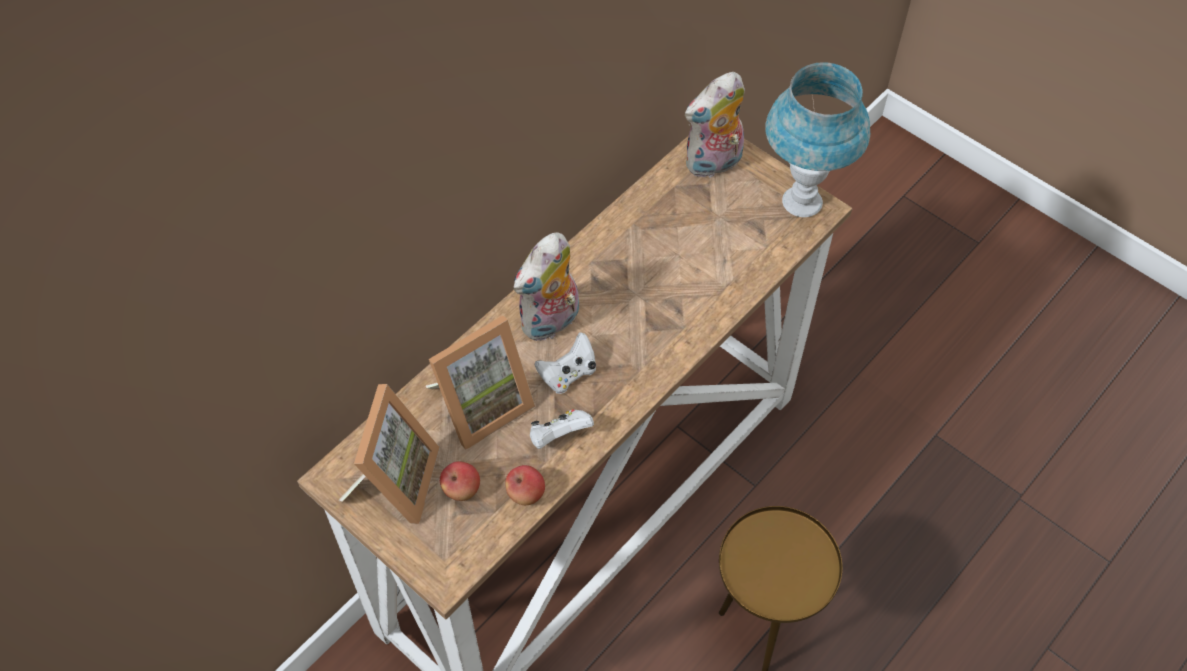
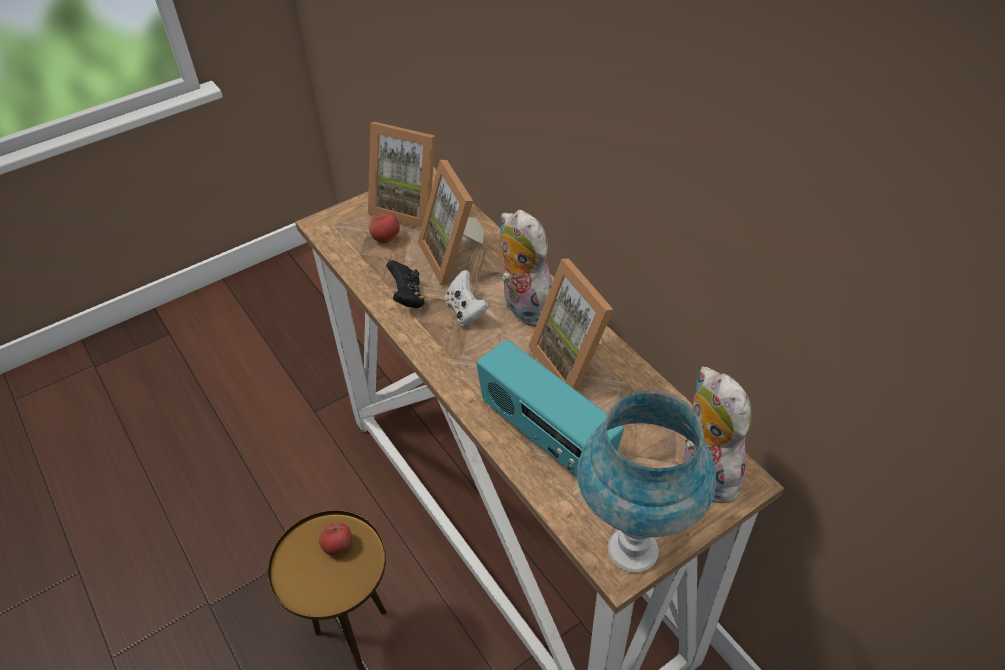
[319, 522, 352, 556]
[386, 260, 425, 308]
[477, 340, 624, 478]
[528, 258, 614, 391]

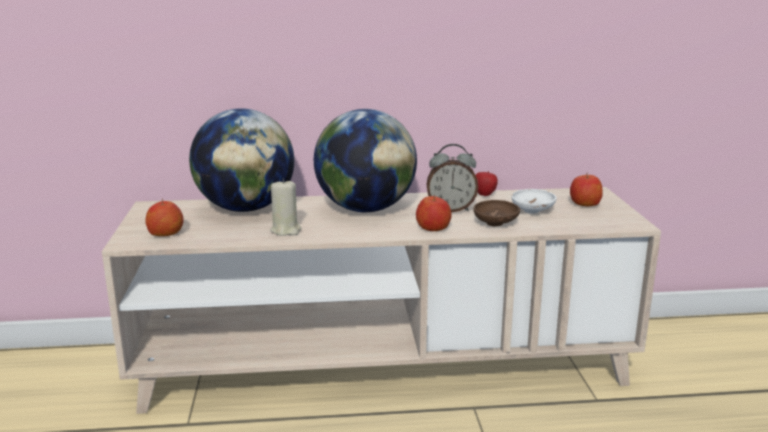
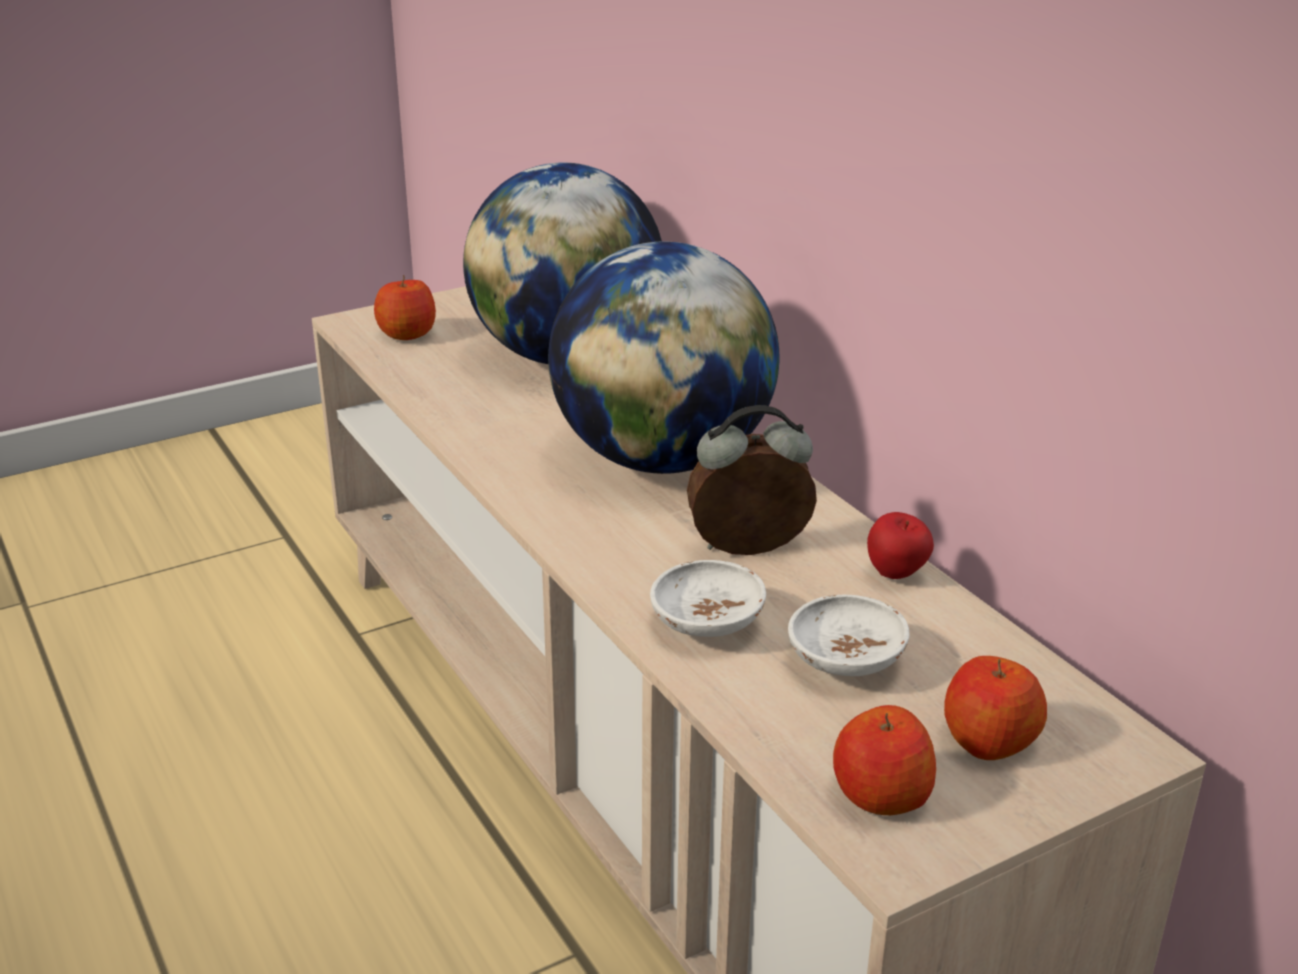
[650, 560, 766, 637]
[687, 405, 817, 555]
[833, 705, 936, 815]
[270, 178, 301, 236] (first image)

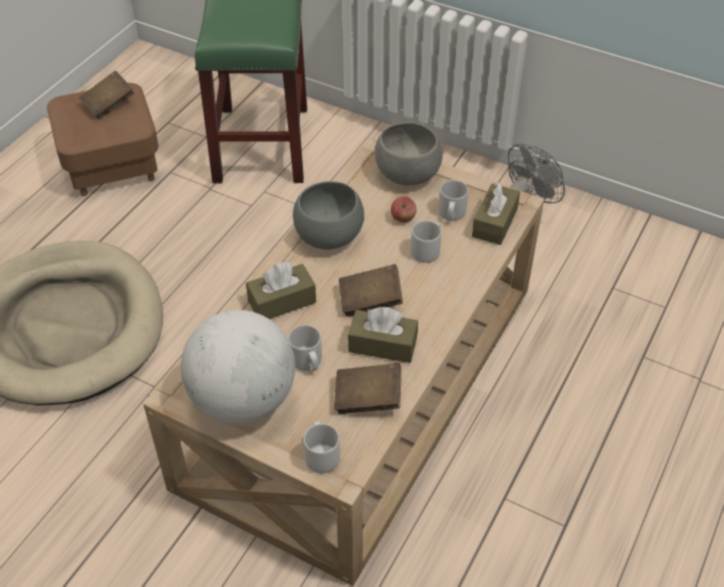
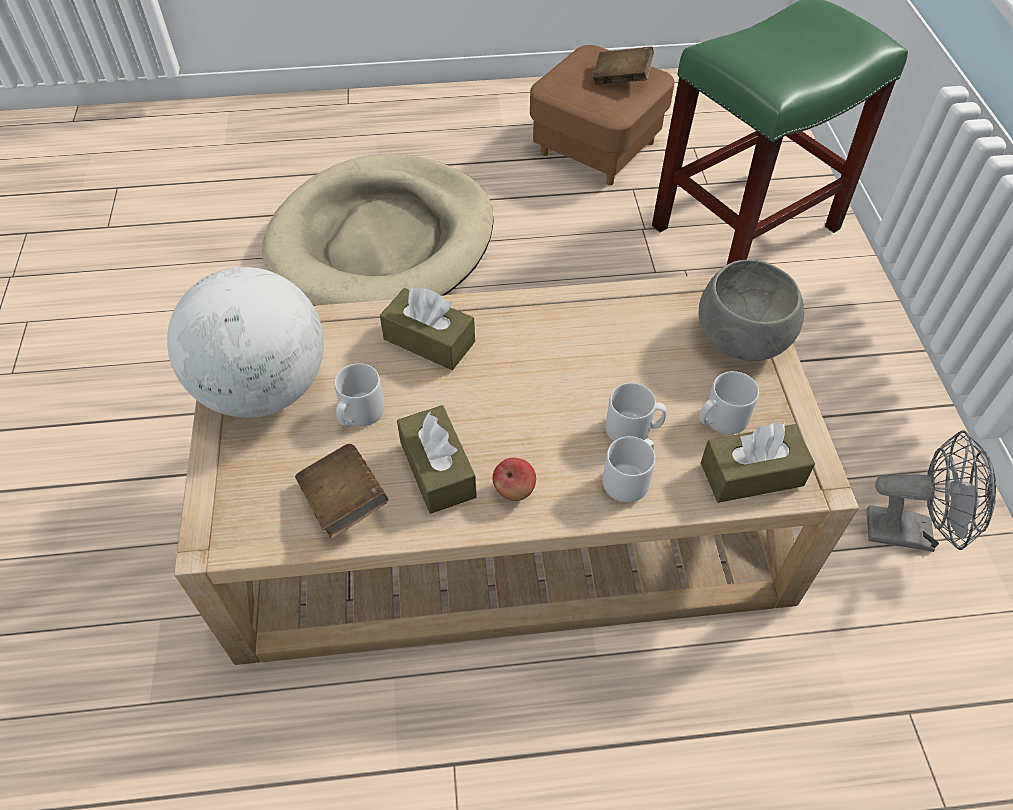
[492, 458, 536, 501]
[603, 436, 655, 503]
[293, 181, 364, 250] (first image)
[339, 264, 403, 317] (first image)

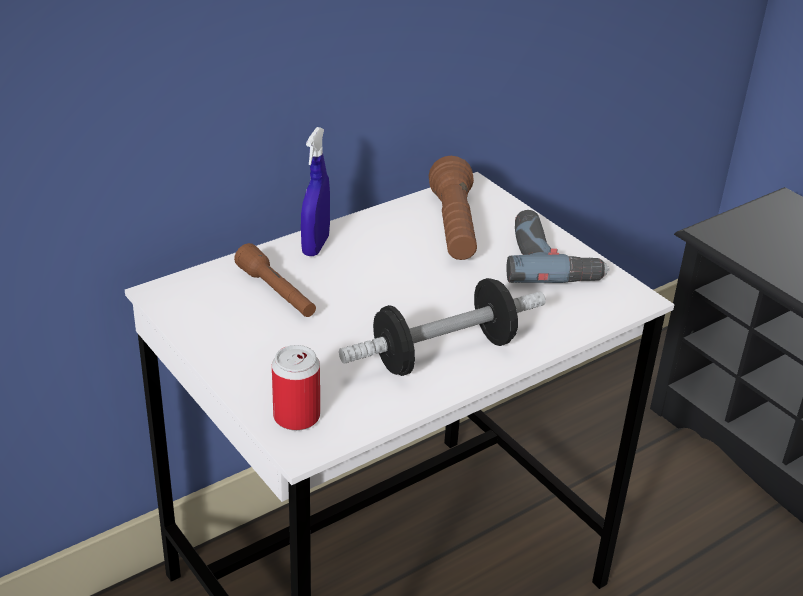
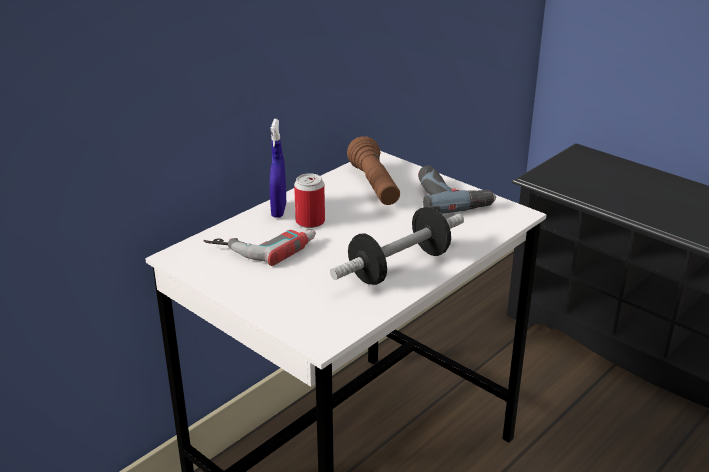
[204, 230, 316, 266]
[294, 173, 325, 228]

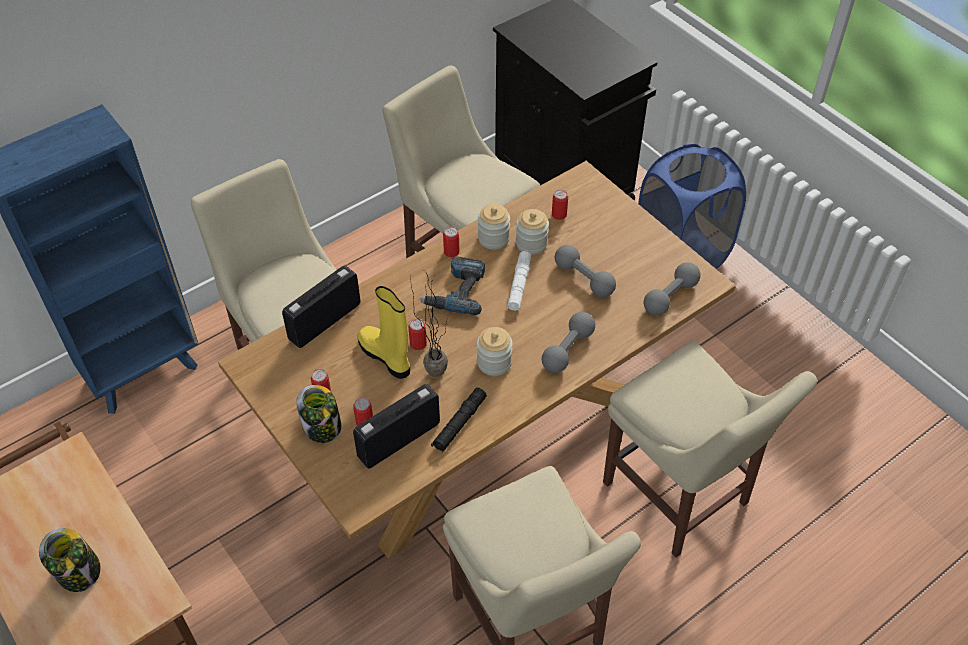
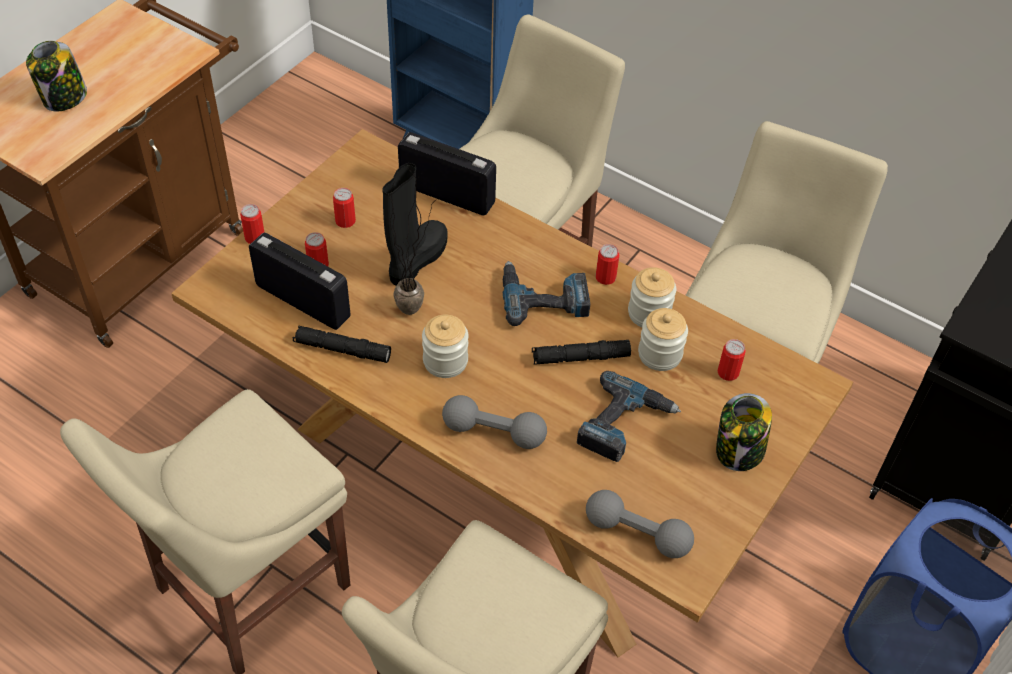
[240, 204, 265, 244]
[382, 163, 447, 285]
[532, 340, 631, 364]
[577, 371, 681, 462]
[716, 393, 772, 471]

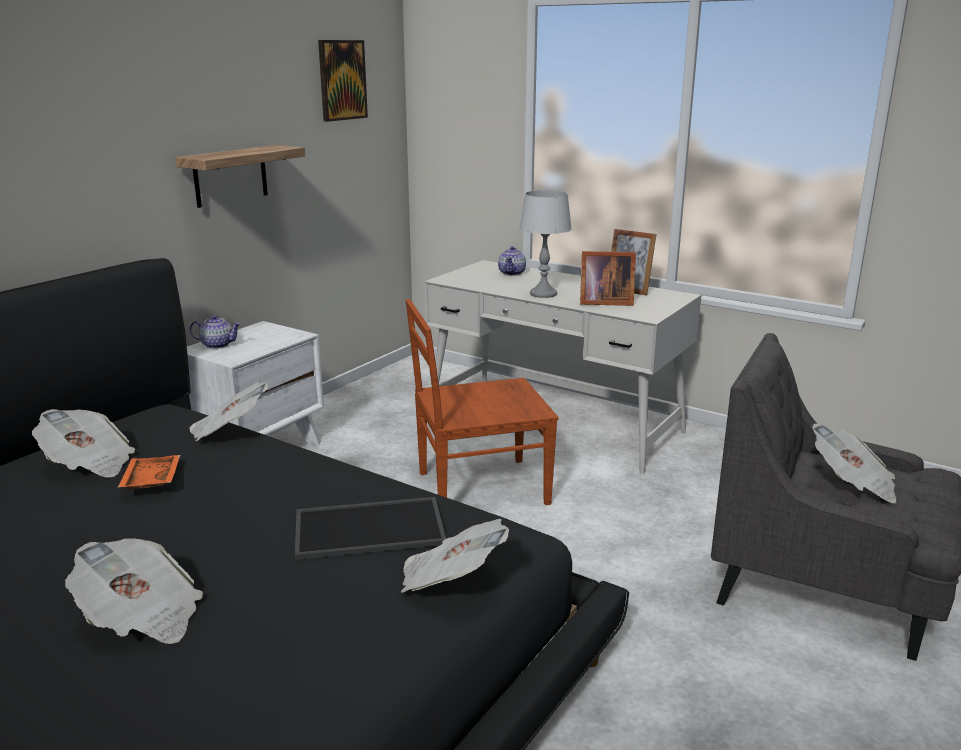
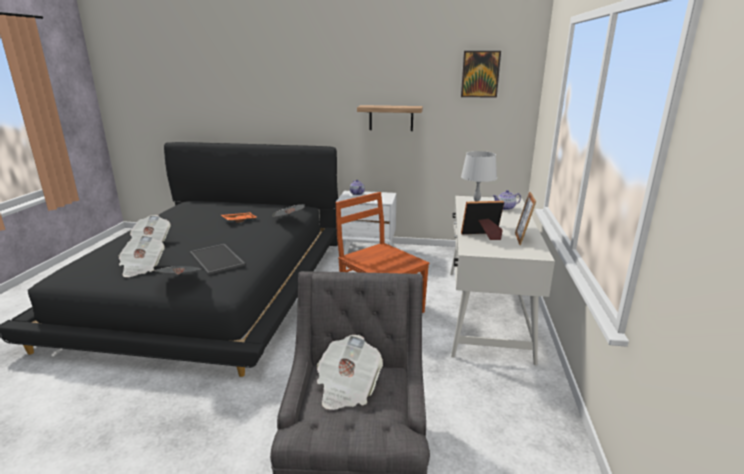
[118, 235, 165, 277]
[461, 201, 504, 240]

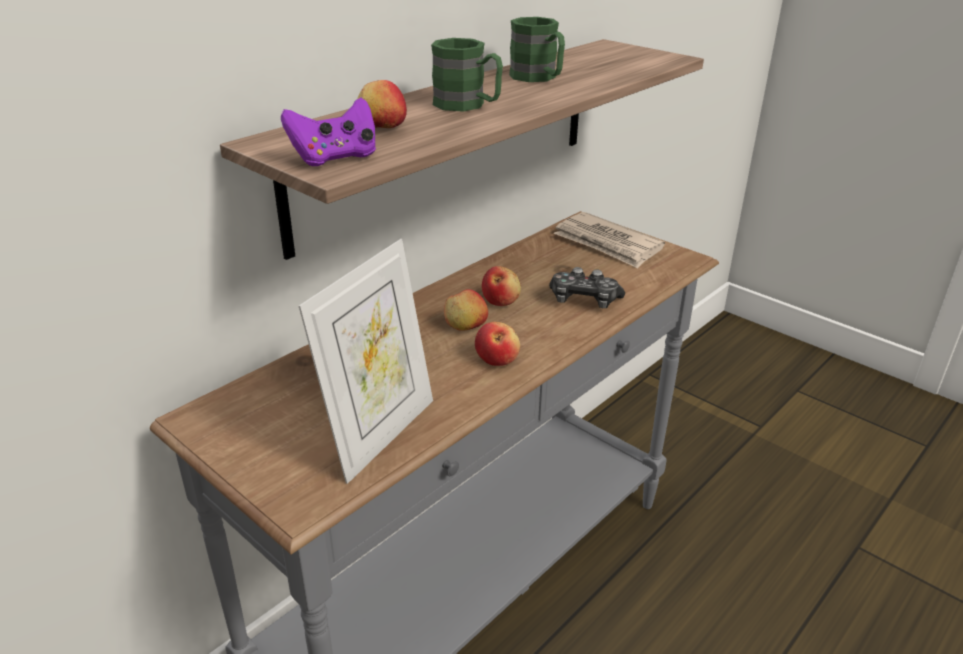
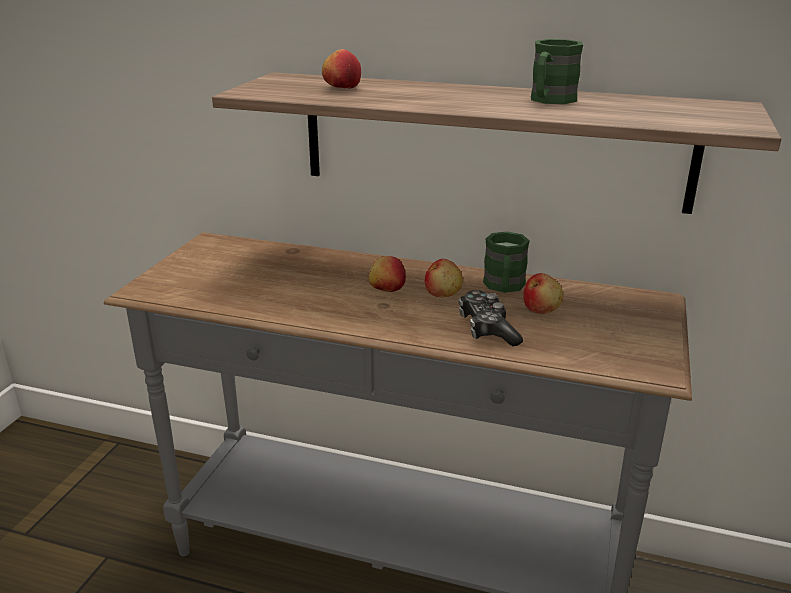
[483, 231, 530, 293]
[523, 273, 563, 314]
[281, 98, 376, 166] (first image)
[299, 239, 433, 484] (first image)
[554, 212, 665, 268] (first image)

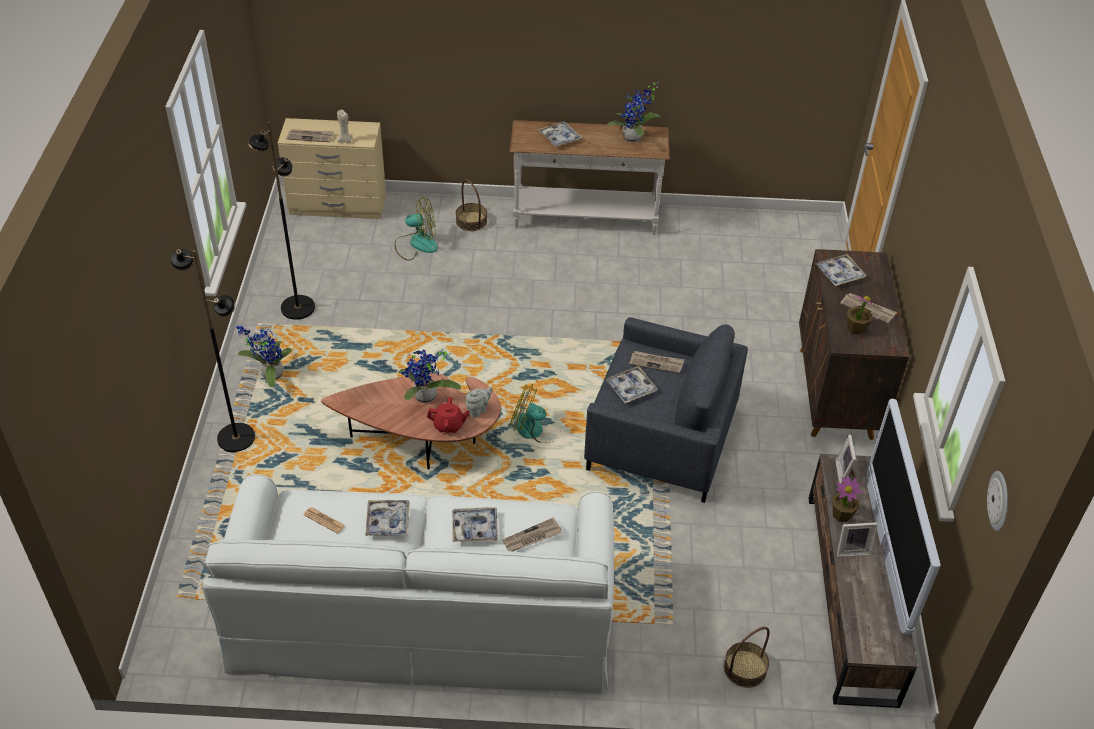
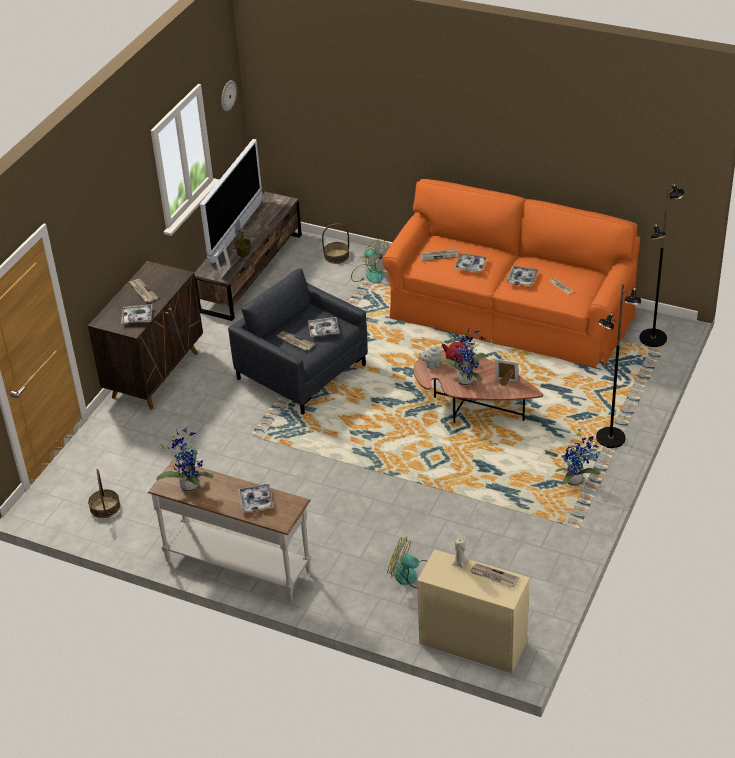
[88, 469, 120, 518]
[351, 239, 389, 283]
[382, 179, 640, 368]
[495, 358, 519, 386]
[639, 183, 685, 347]
[847, 294, 874, 335] (first image)

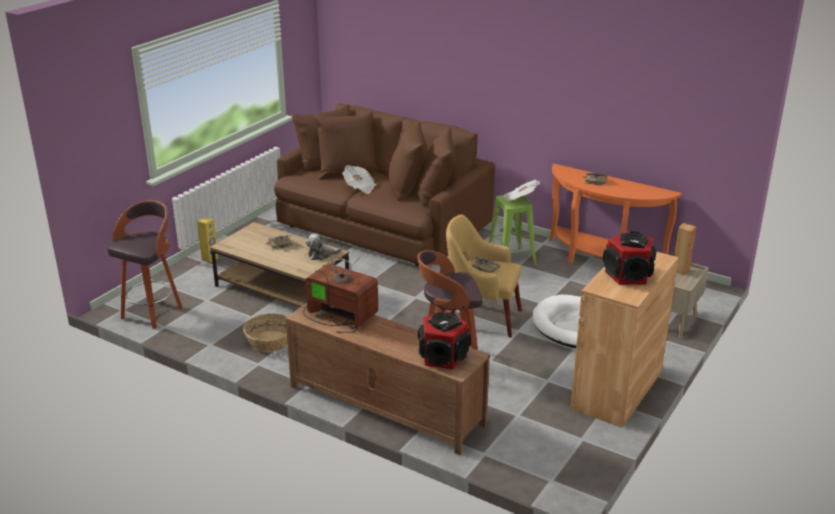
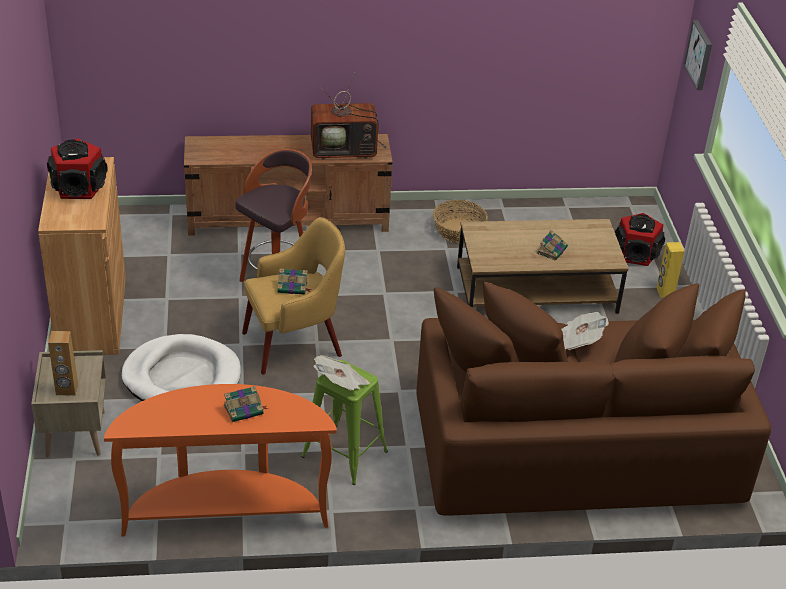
[615, 213, 665, 266]
[684, 20, 712, 90]
[107, 200, 183, 329] (first image)
[306, 234, 342, 260] (first image)

